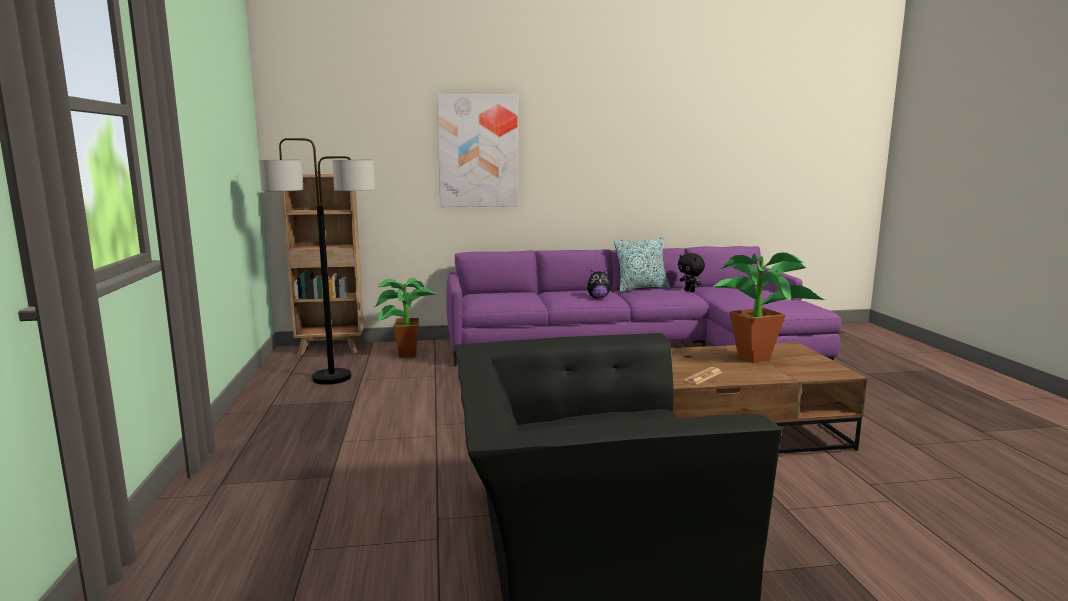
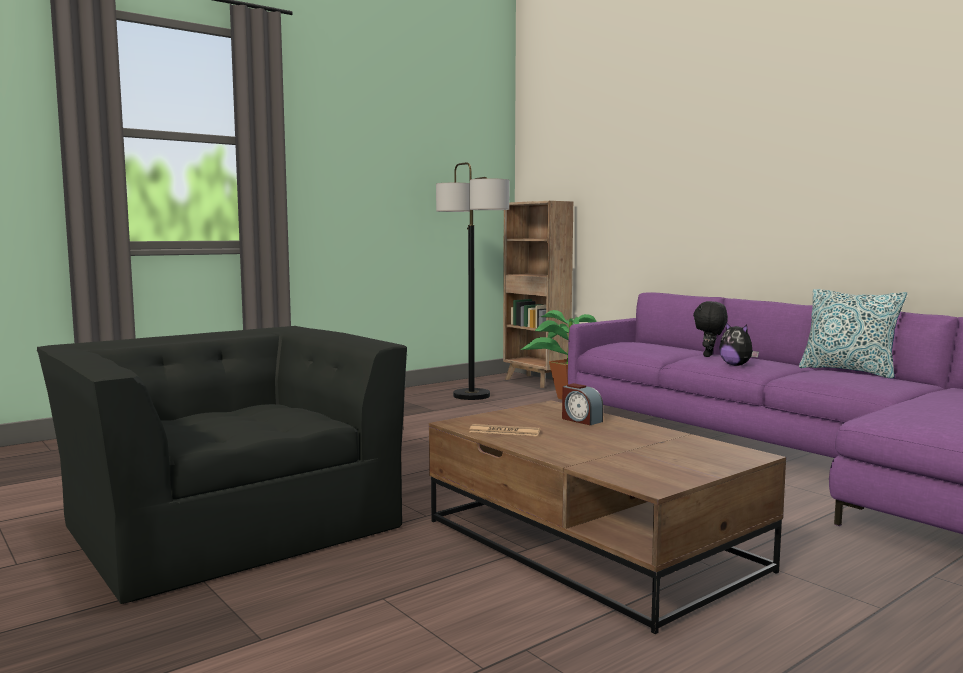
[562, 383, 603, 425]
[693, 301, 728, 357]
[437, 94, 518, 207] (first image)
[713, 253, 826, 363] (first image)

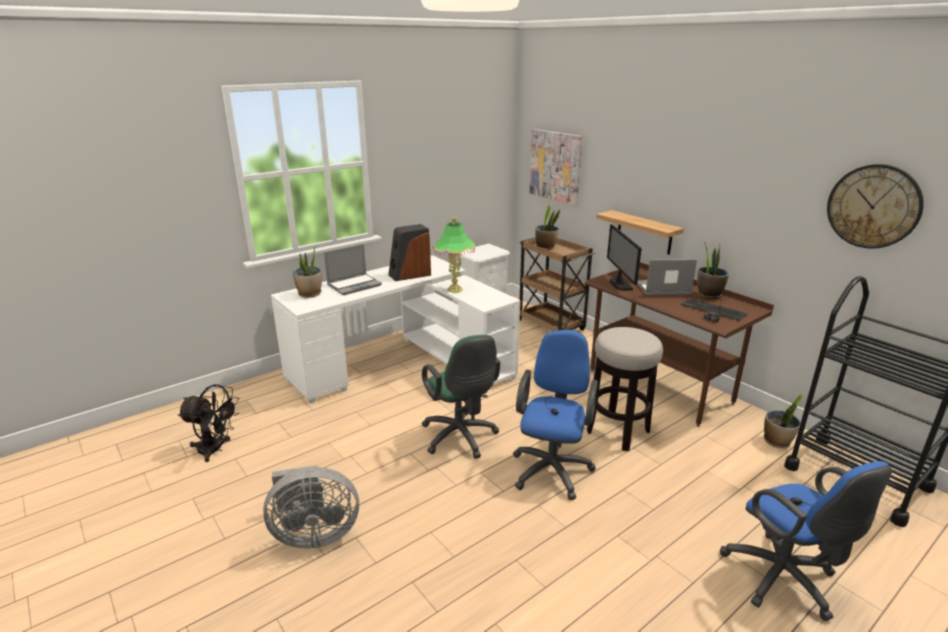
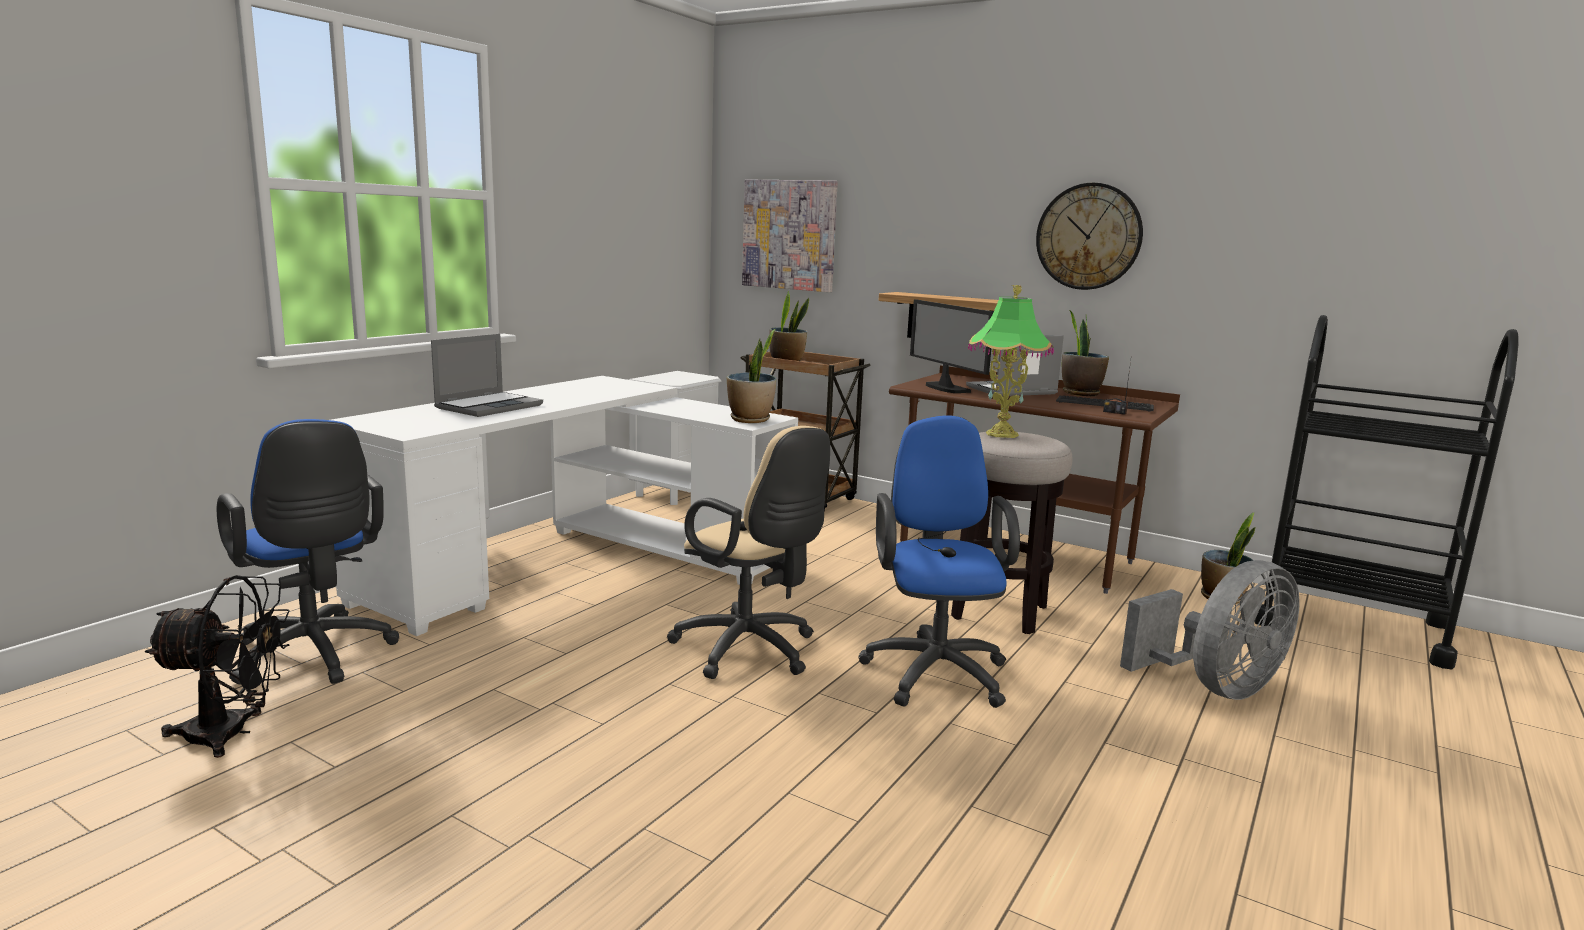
[217, 419, 399, 684]
[667, 426, 830, 679]
[727, 329, 776, 423]
[968, 285, 1054, 438]
[1036, 183, 1143, 290]
[1120, 560, 1300, 700]
[388, 224, 431, 281] (first image)

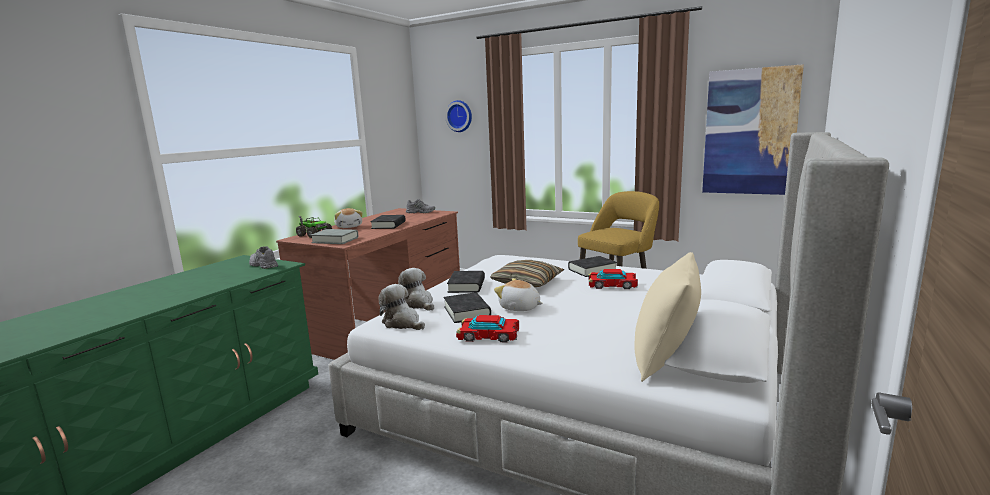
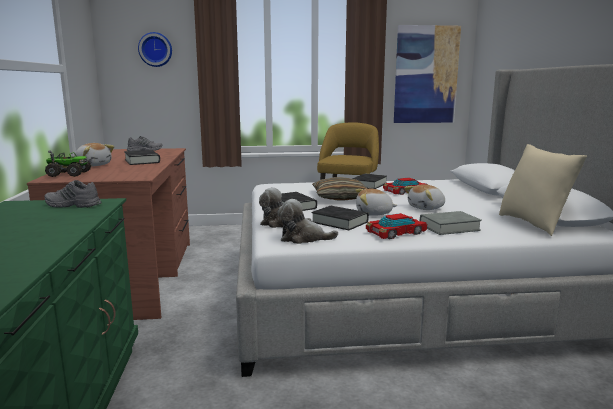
[404, 184, 445, 210]
[420, 211, 482, 235]

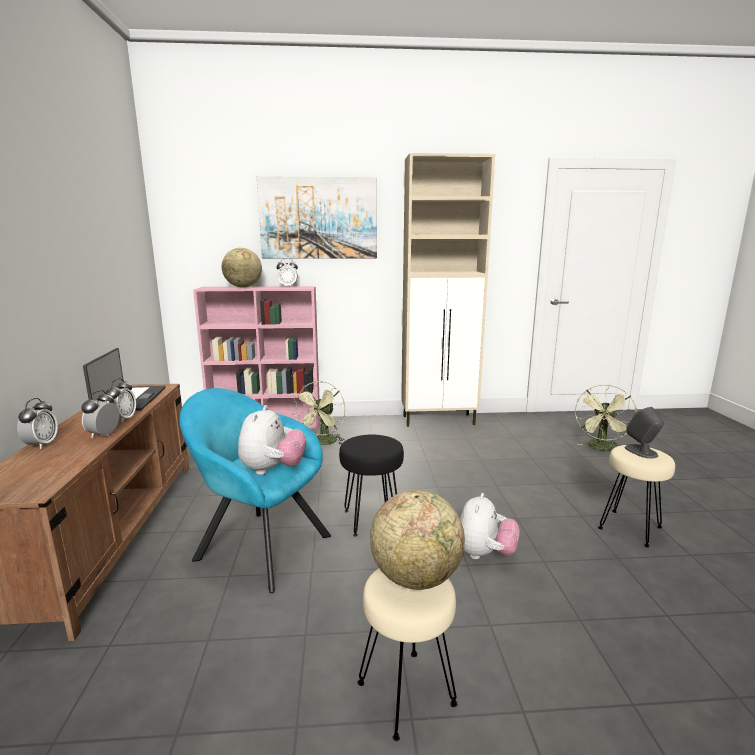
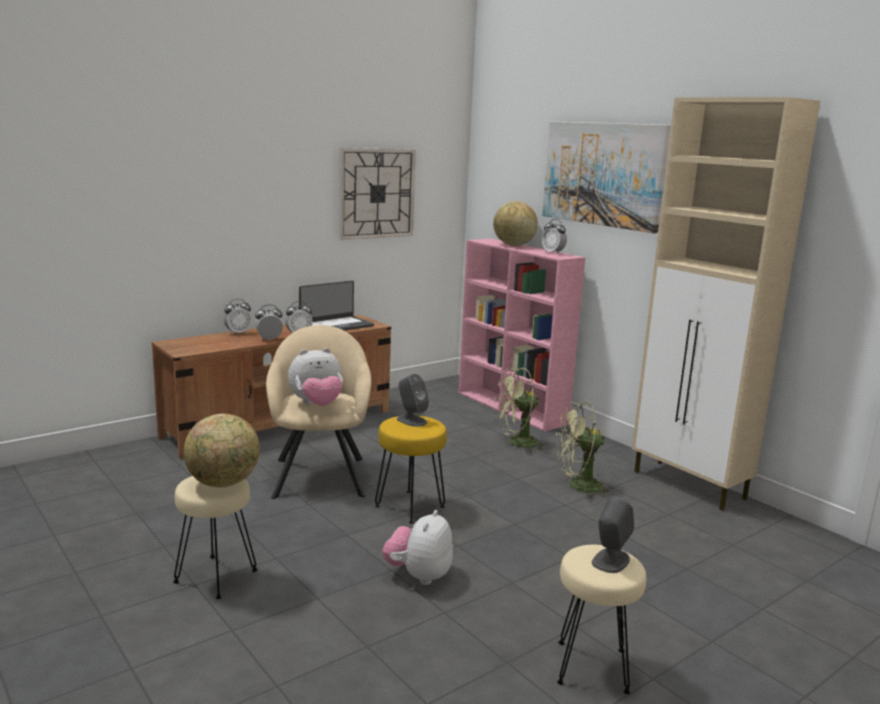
[266, 325, 372, 499]
[339, 148, 416, 240]
[375, 415, 447, 524]
[383, 510, 453, 585]
[397, 374, 429, 427]
[555, 401, 614, 498]

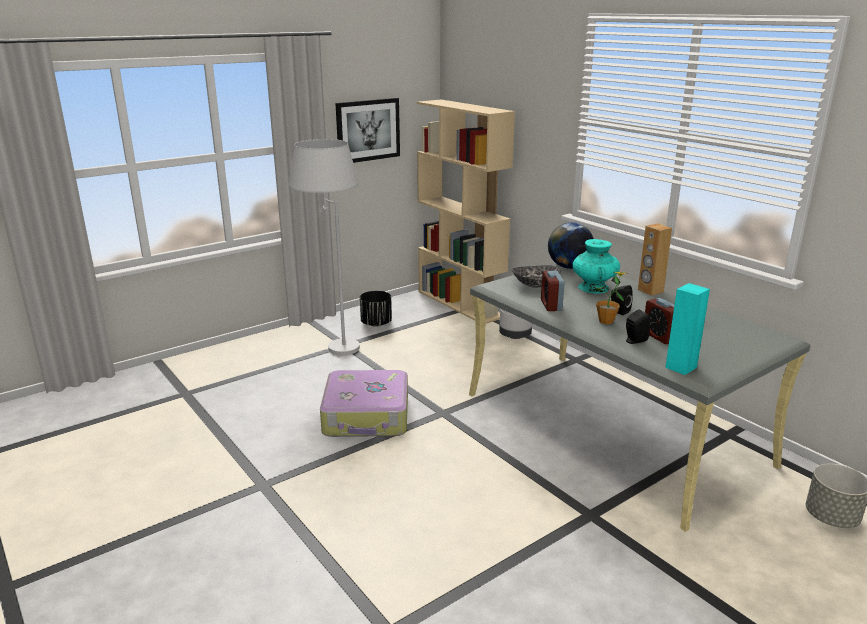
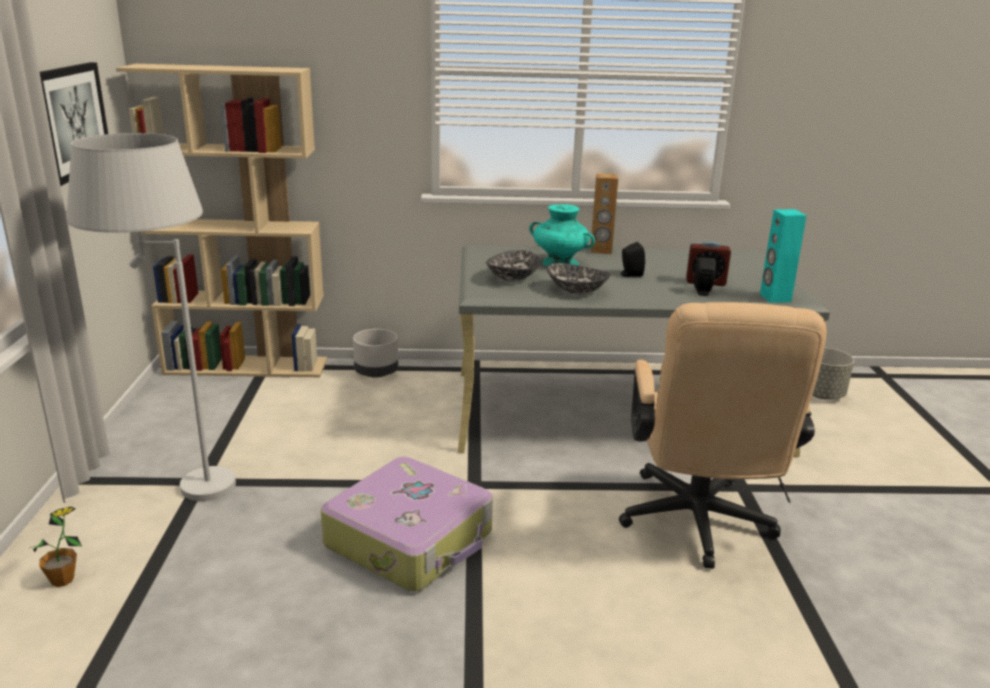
[30, 506, 82, 587]
[547, 263, 611, 294]
[619, 302, 827, 569]
[360, 291, 392, 326] (first image)
[548, 222, 594, 269] (first image)

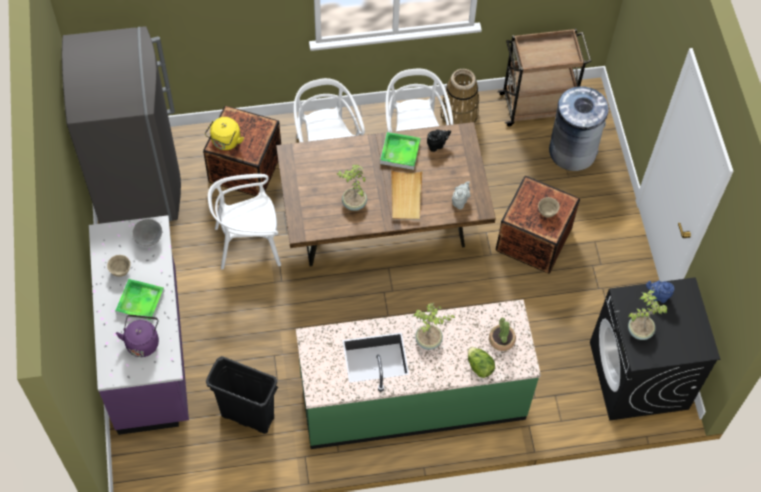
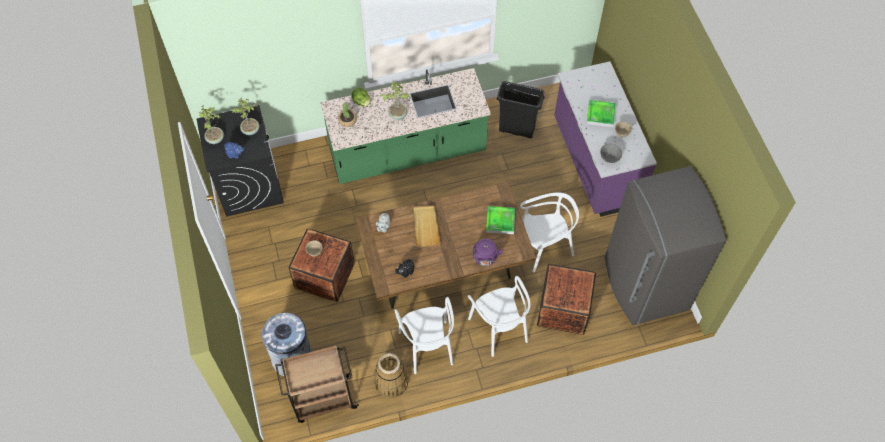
[199, 106, 224, 144]
[473, 239, 504, 266]
[486, 206, 515, 234]
[205, 117, 244, 150] (first image)

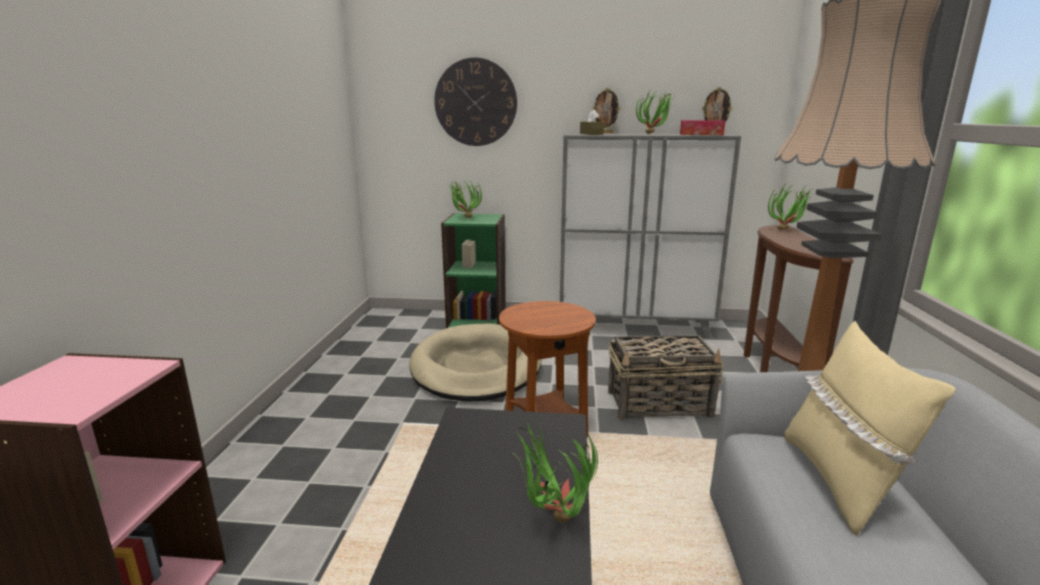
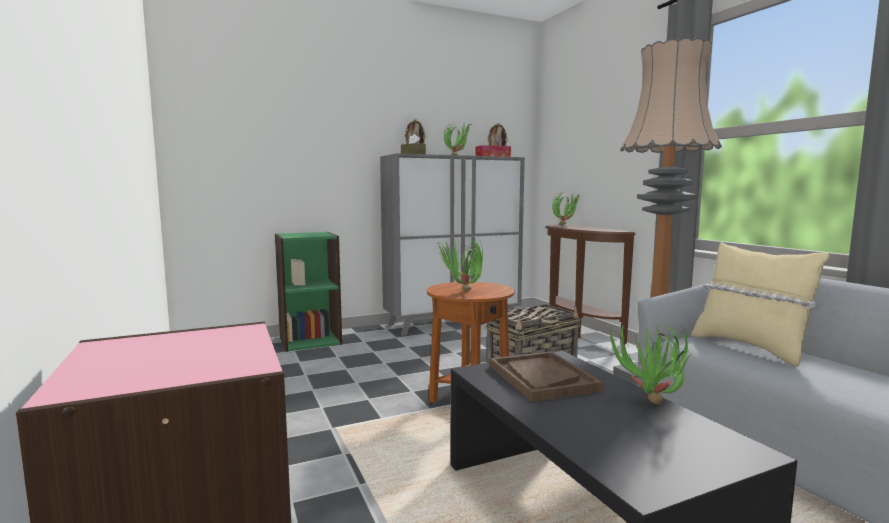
[438, 237, 483, 292]
[490, 351, 603, 402]
[409, 323, 542, 401] (first image)
[434, 57, 517, 146] (first image)

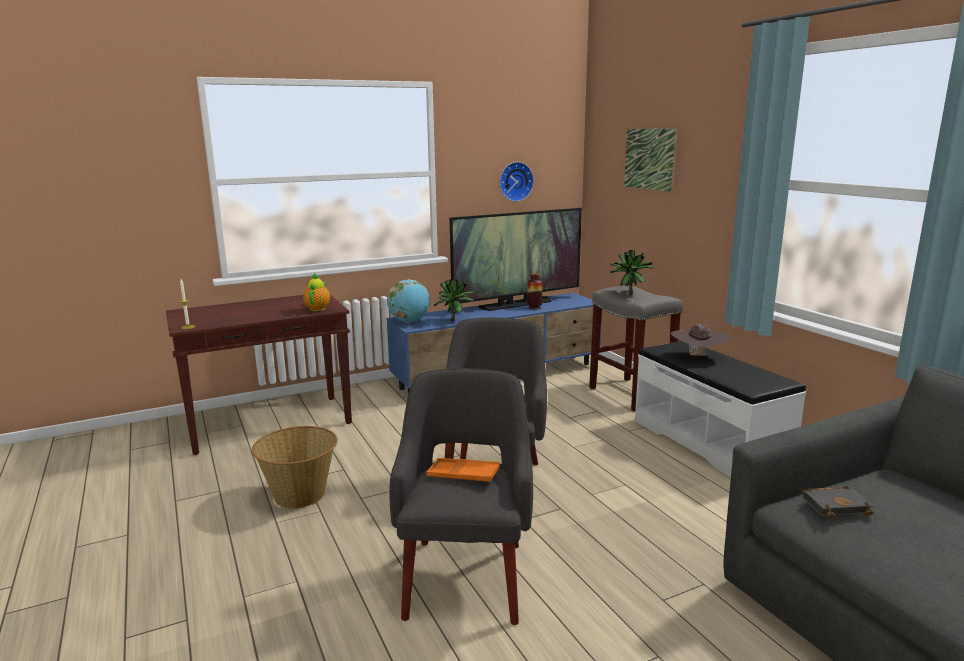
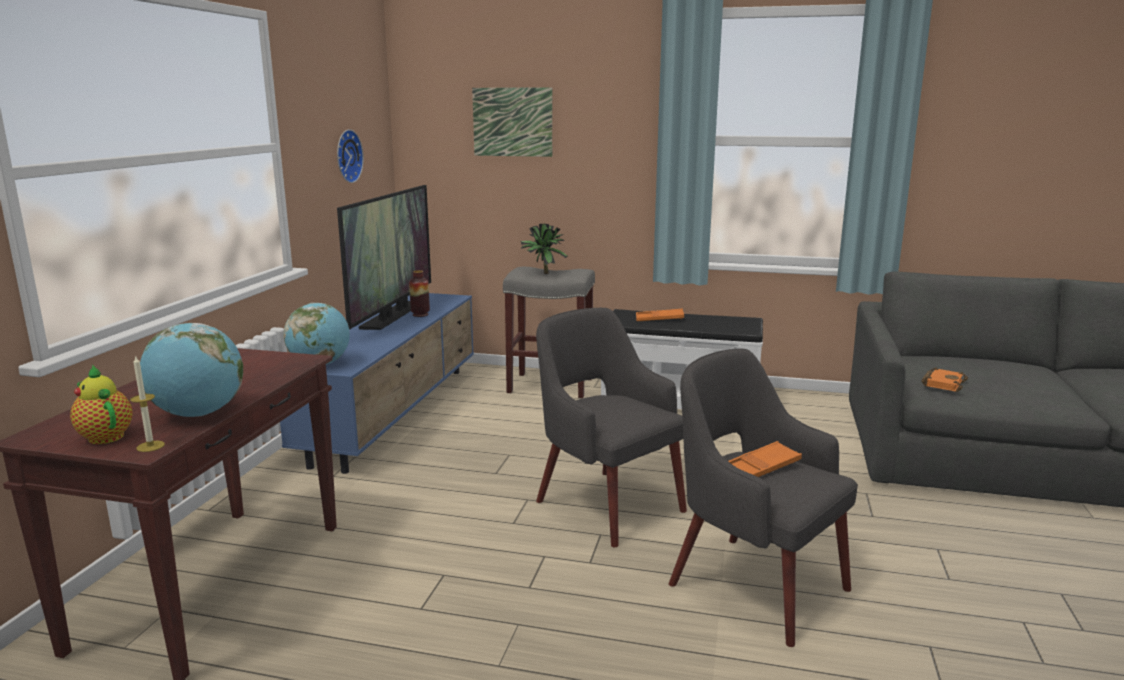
[70, 365, 133, 444]
[140, 323, 243, 417]
[636, 309, 684, 321]
[921, 367, 968, 392]
[252, 426, 338, 508] (first image)
[434, 279, 474, 321] (first image)

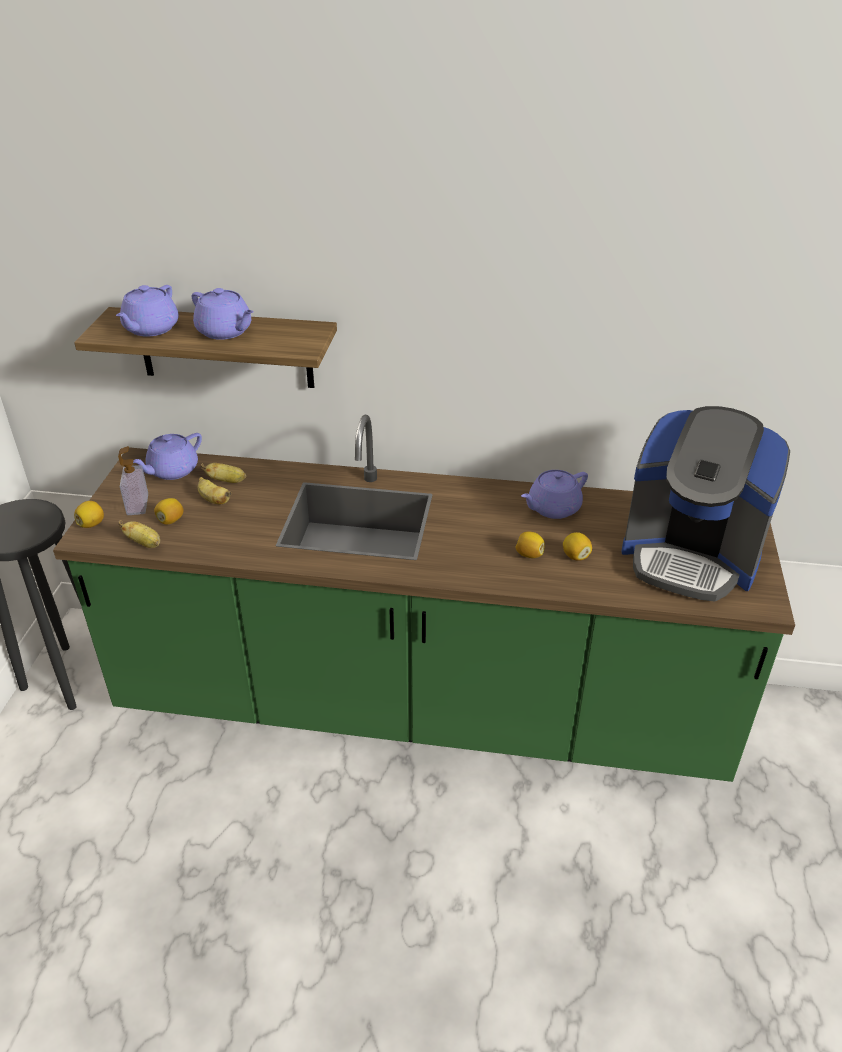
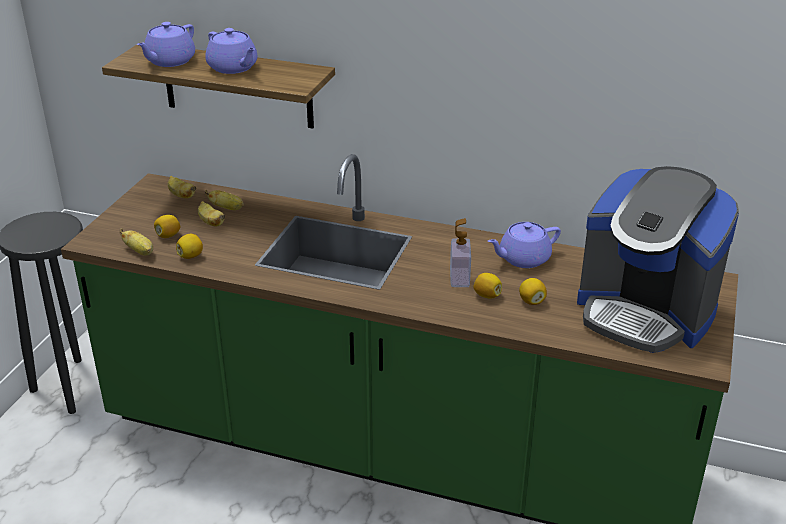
[168, 176, 196, 199]
[176, 234, 203, 259]
[450, 218, 471, 287]

